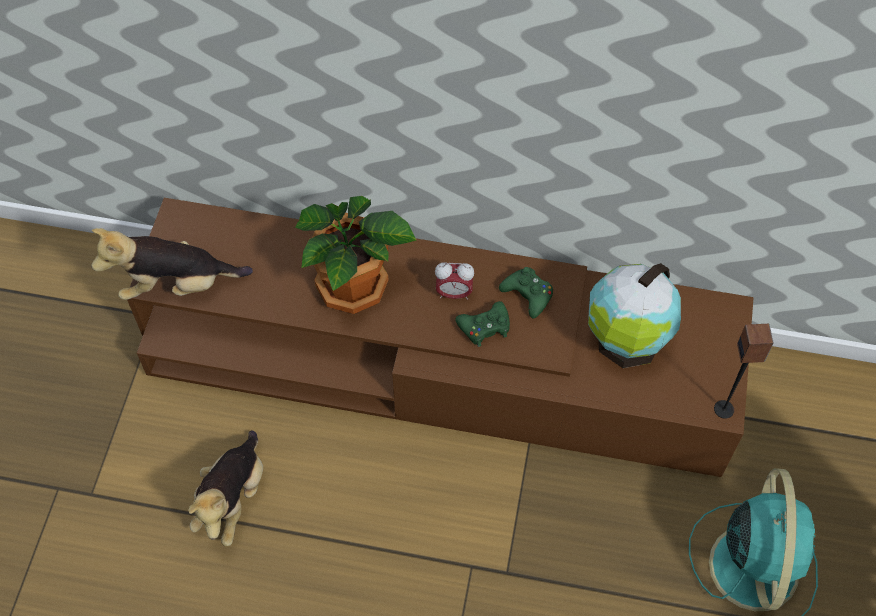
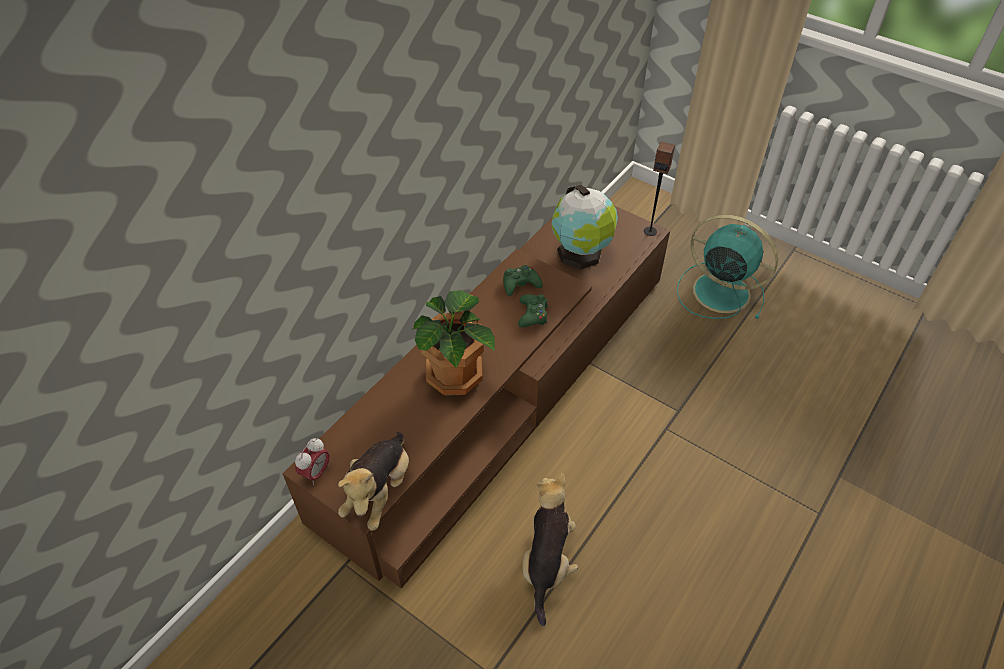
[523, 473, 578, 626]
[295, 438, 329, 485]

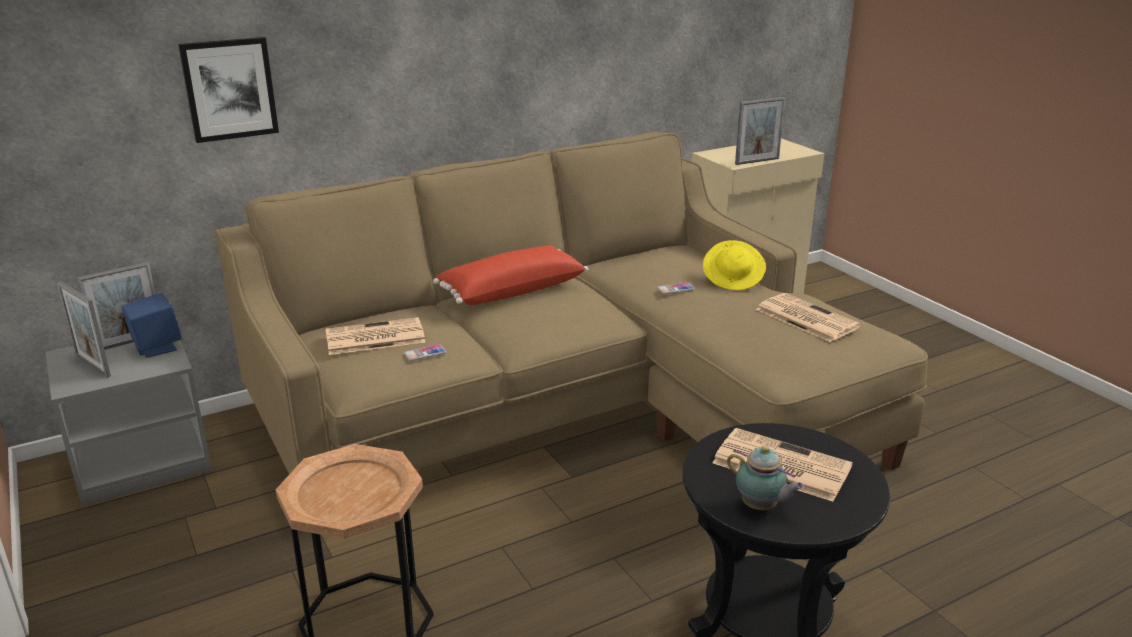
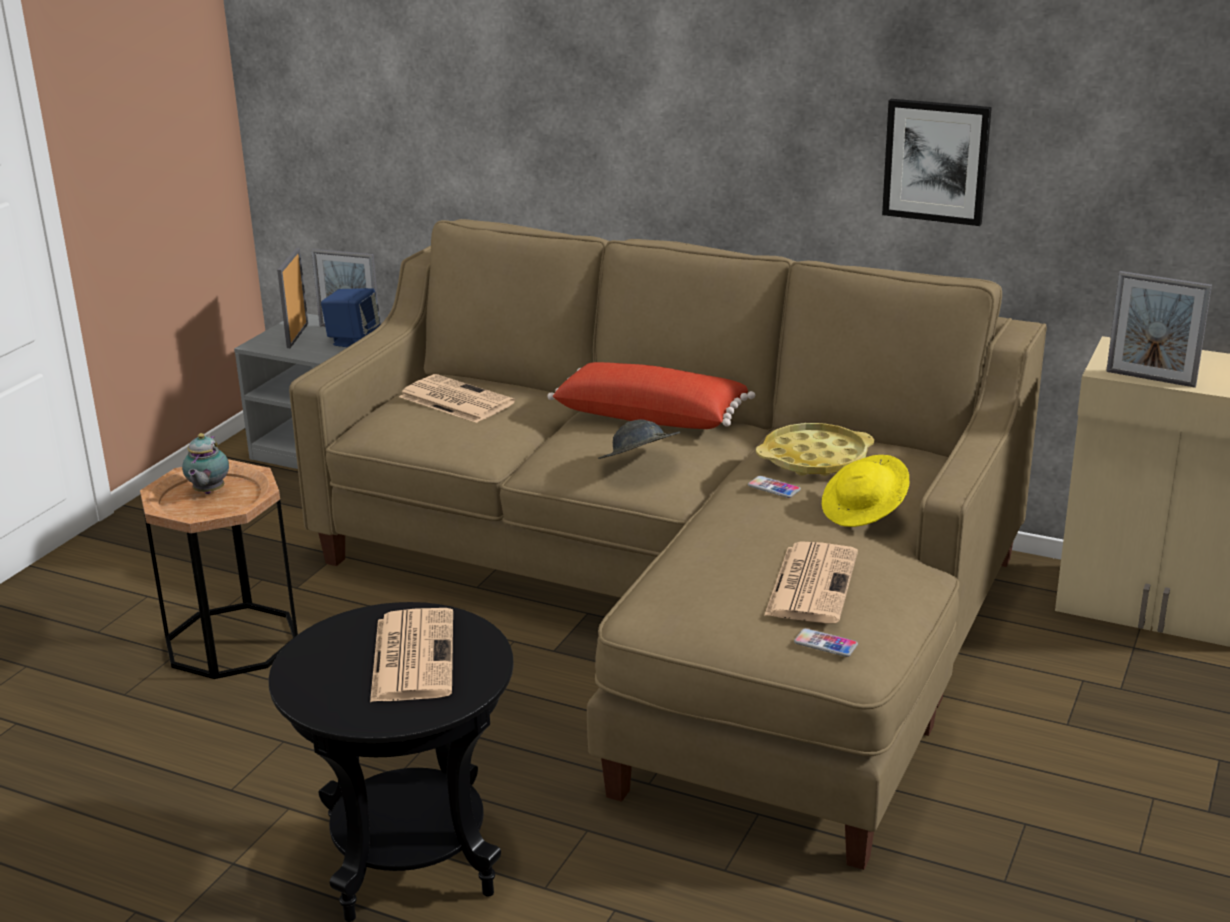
[882, 99, 992, 226]
[794, 628, 858, 657]
[182, 433, 229, 494]
[598, 419, 680, 459]
[756, 423, 874, 476]

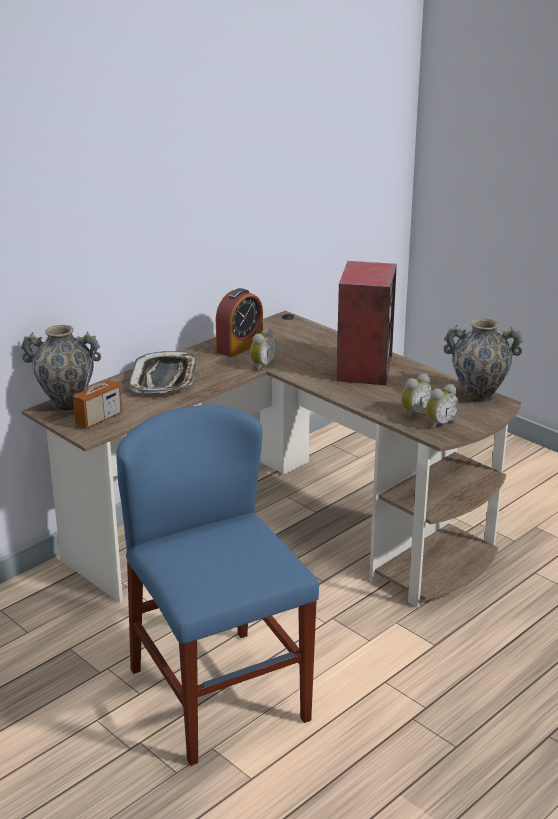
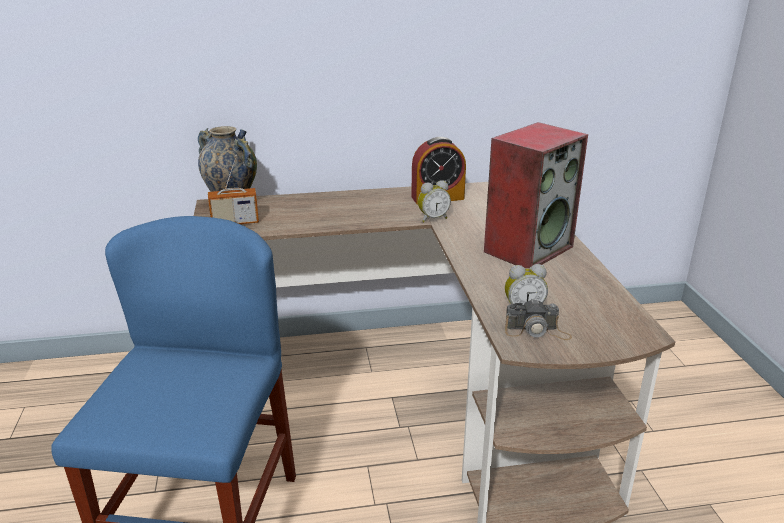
[129, 351, 197, 393] (first image)
[505, 299, 572, 340]
[444, 318, 523, 403] (first image)

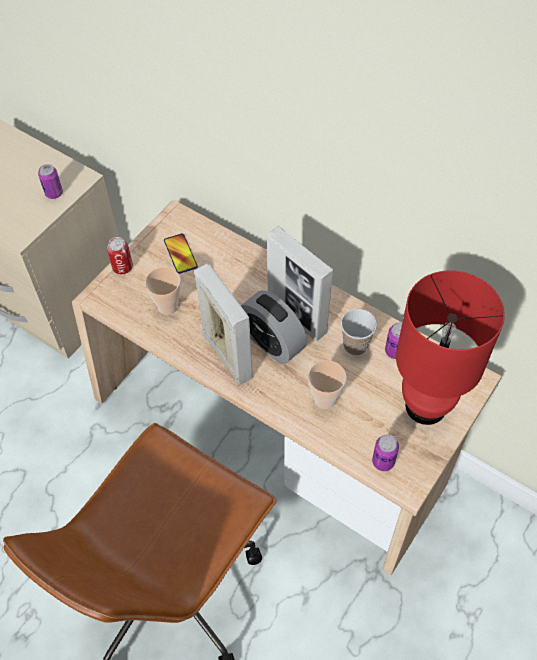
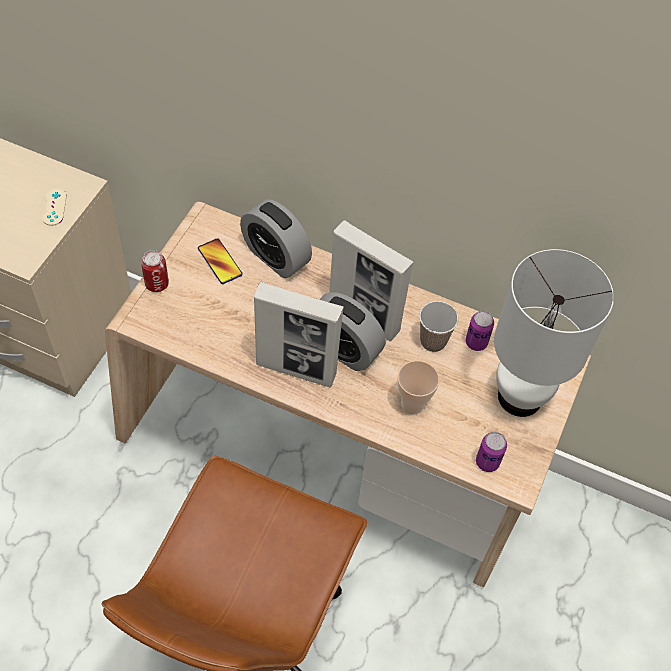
[42, 188, 67, 226]
[145, 267, 181, 315] (first image)
[254, 282, 344, 387]
[494, 249, 614, 417]
[240, 199, 312, 278]

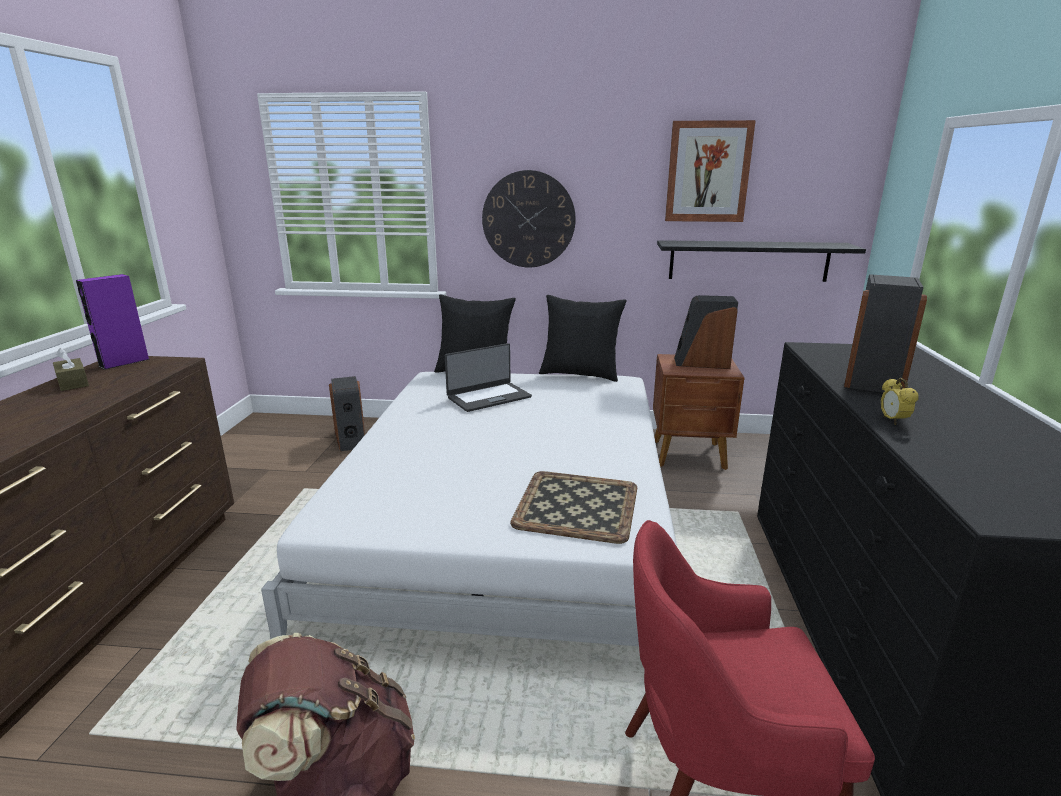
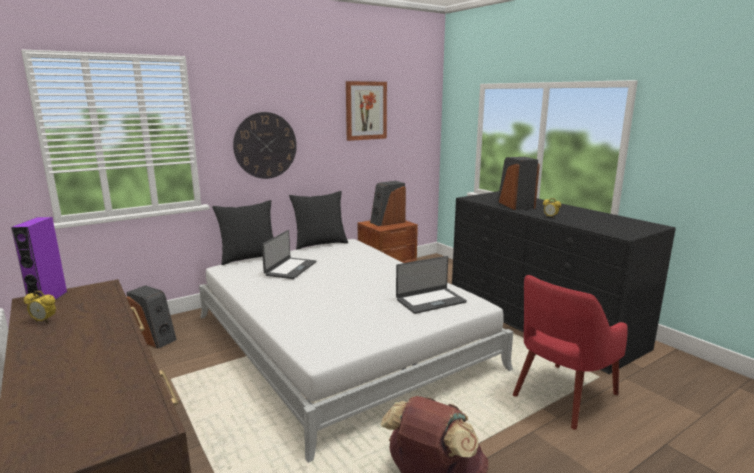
[24, 291, 56, 323]
[396, 256, 467, 314]
[657, 240, 866, 282] (first image)

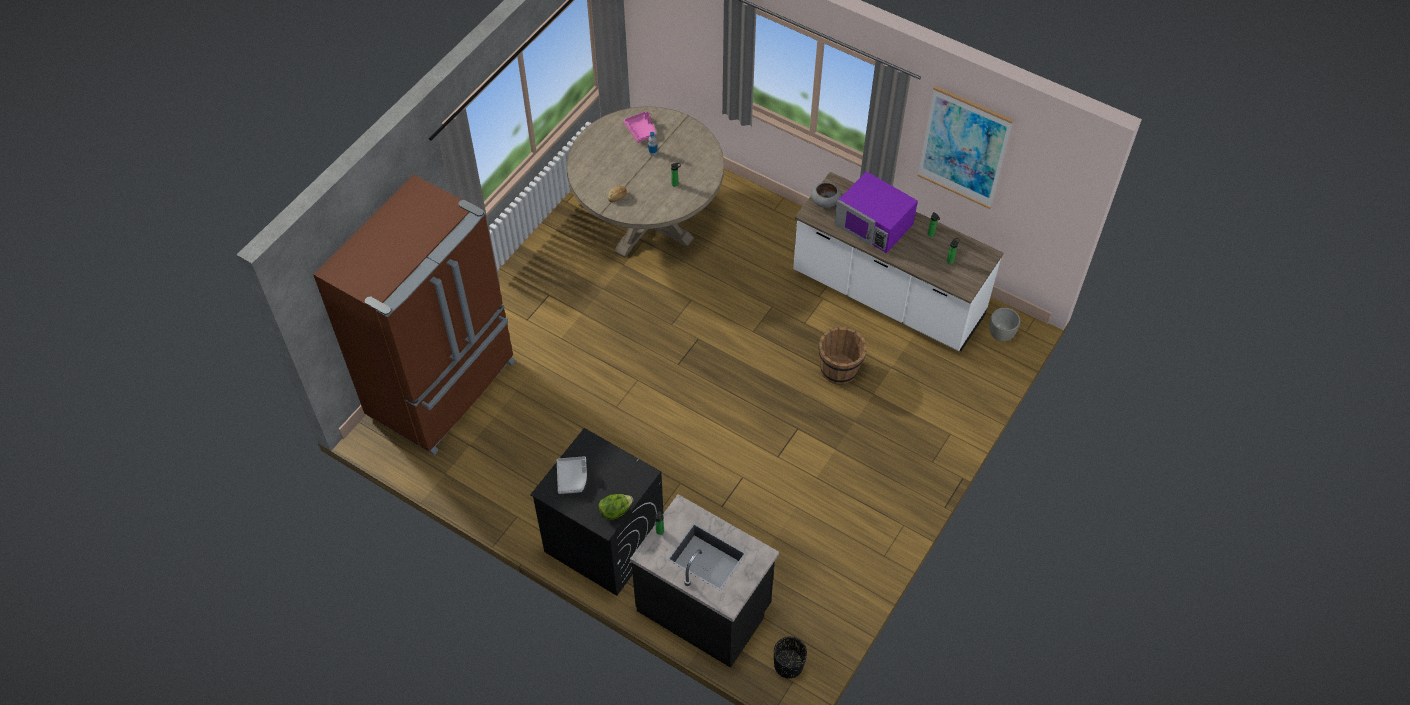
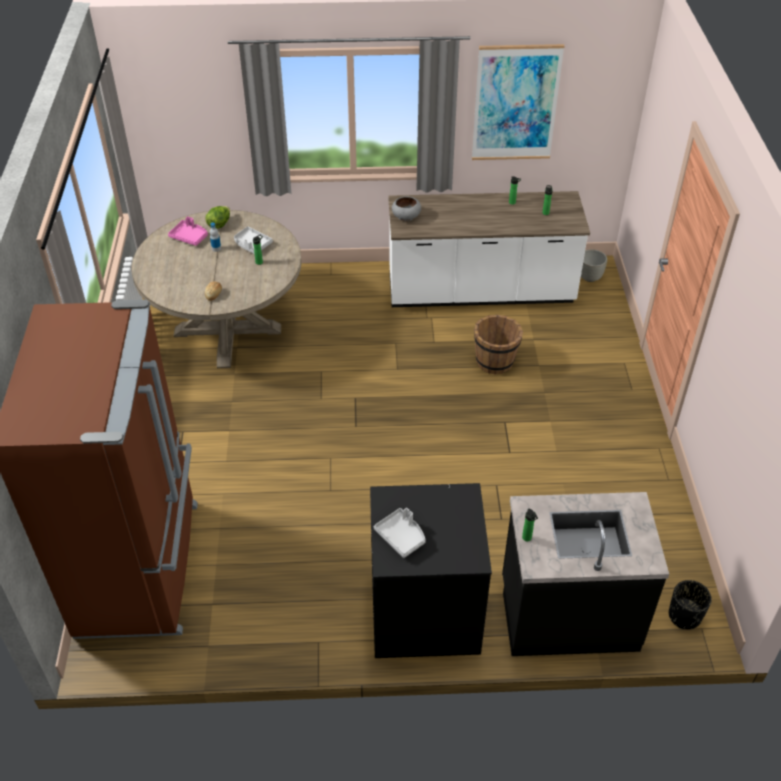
[206, 206, 230, 229]
[834, 171, 918, 253] (first image)
[234, 227, 273, 254]

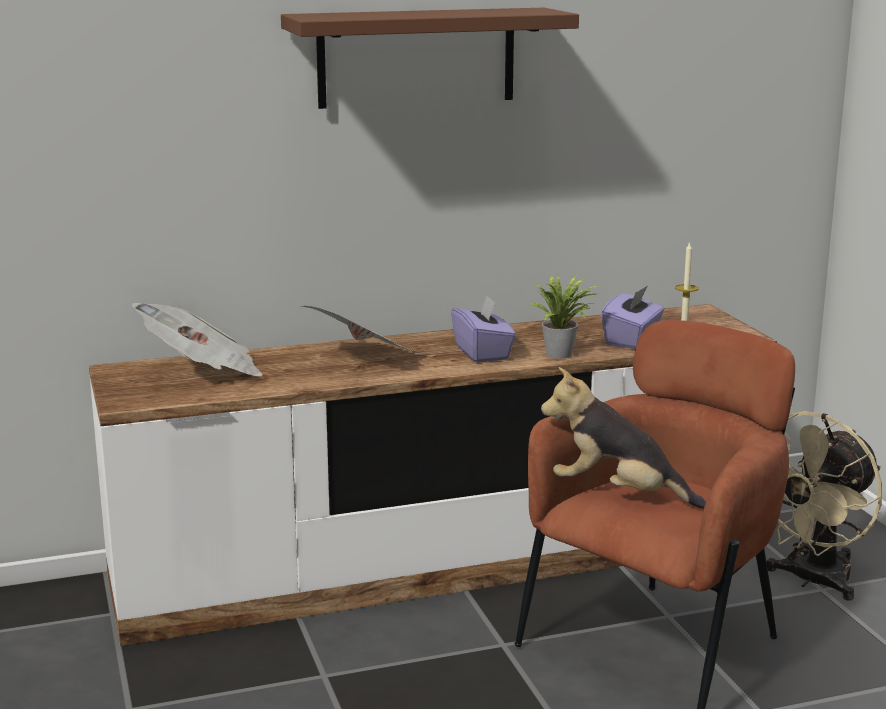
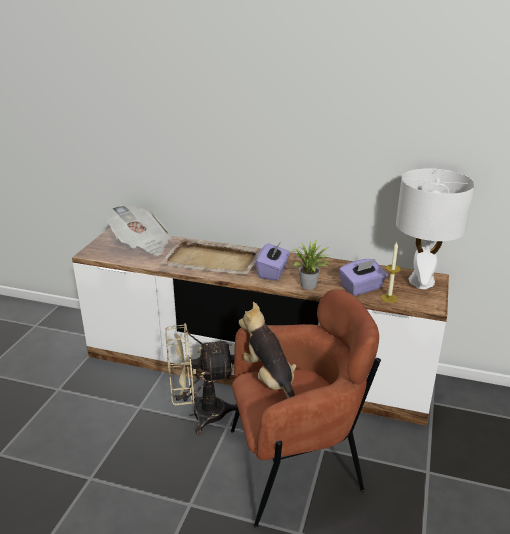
[281, 8, 579, 109] (first image)
[159, 238, 261, 275]
[165, 323, 237, 435]
[396, 169, 475, 289]

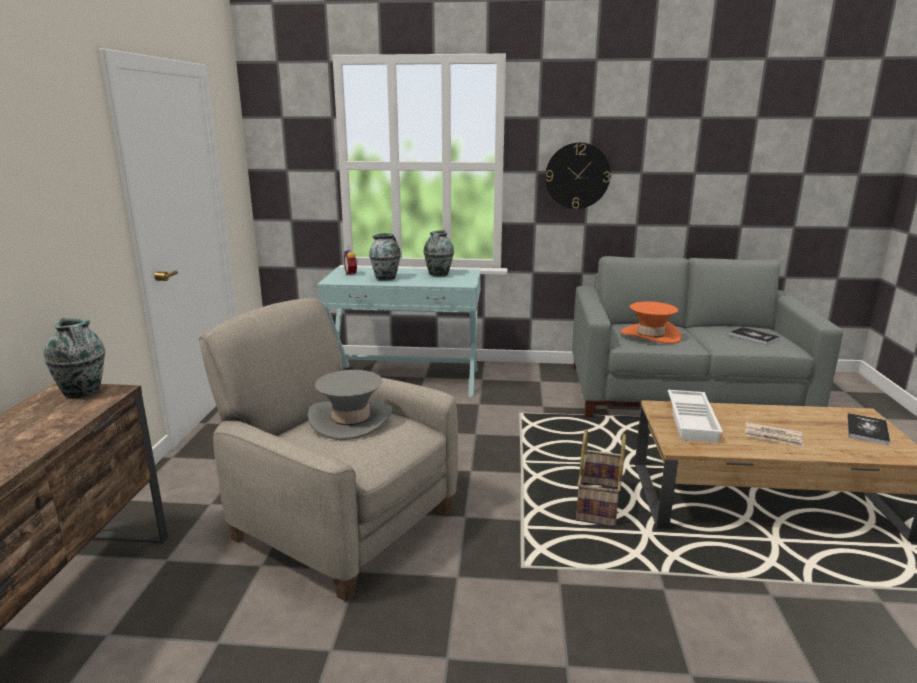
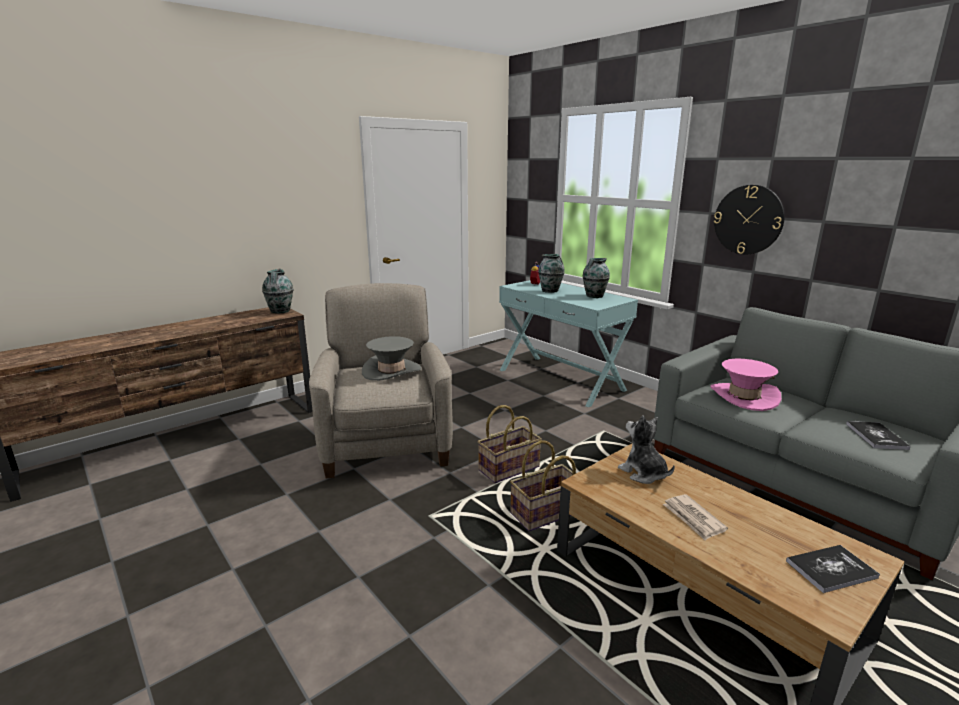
[710, 359, 781, 411]
[618, 415, 675, 484]
[478, 405, 542, 483]

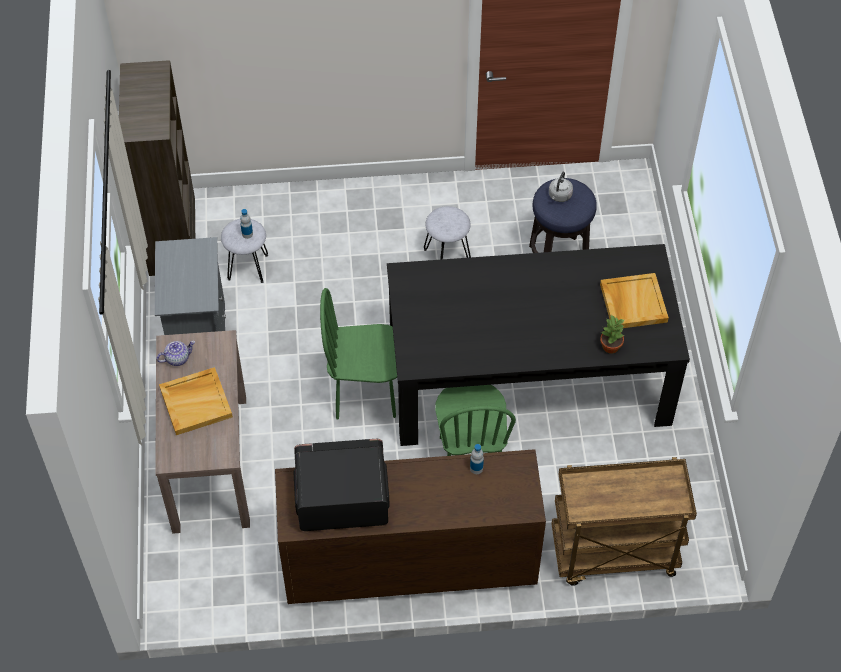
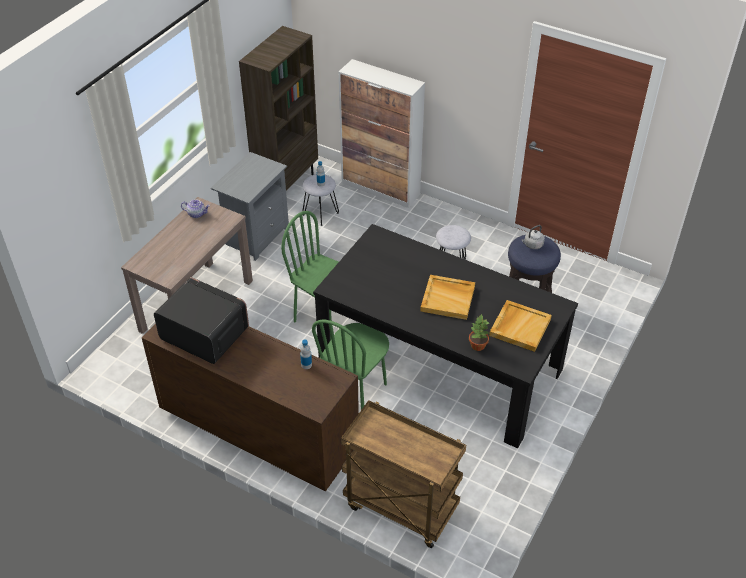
[420, 275, 475, 320]
[339, 59, 425, 208]

